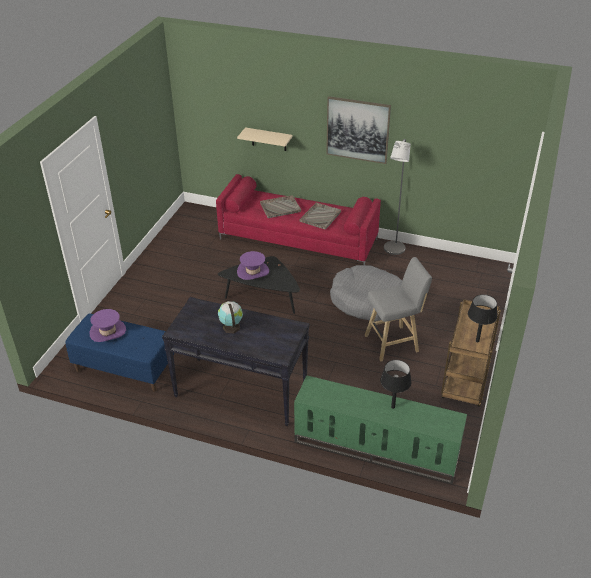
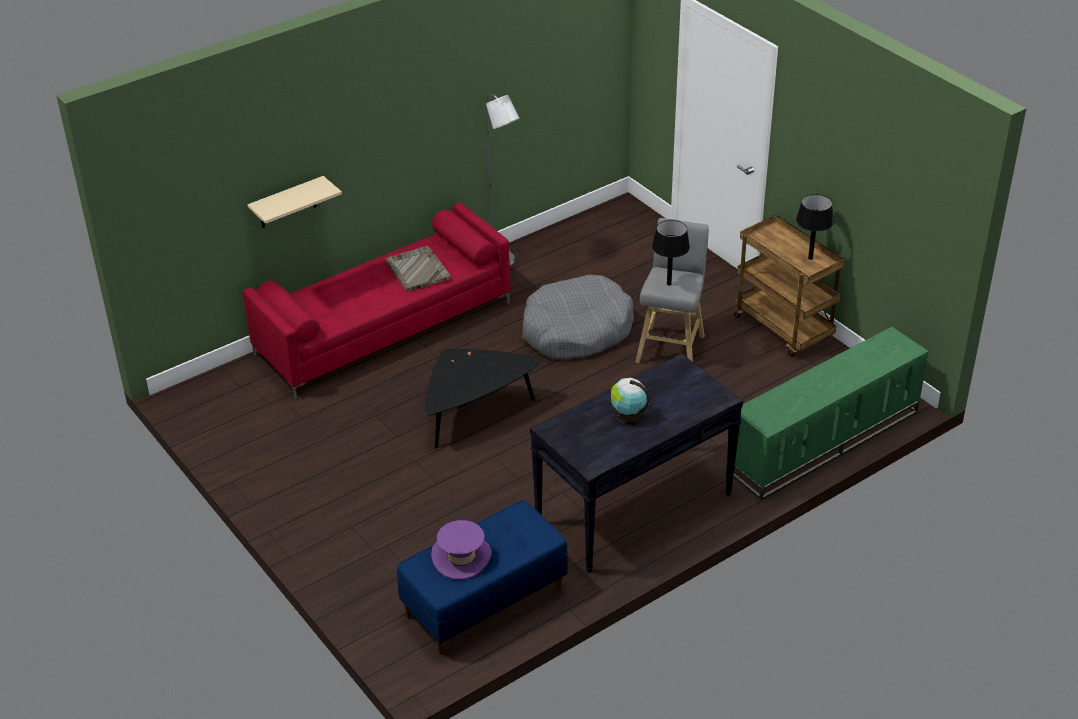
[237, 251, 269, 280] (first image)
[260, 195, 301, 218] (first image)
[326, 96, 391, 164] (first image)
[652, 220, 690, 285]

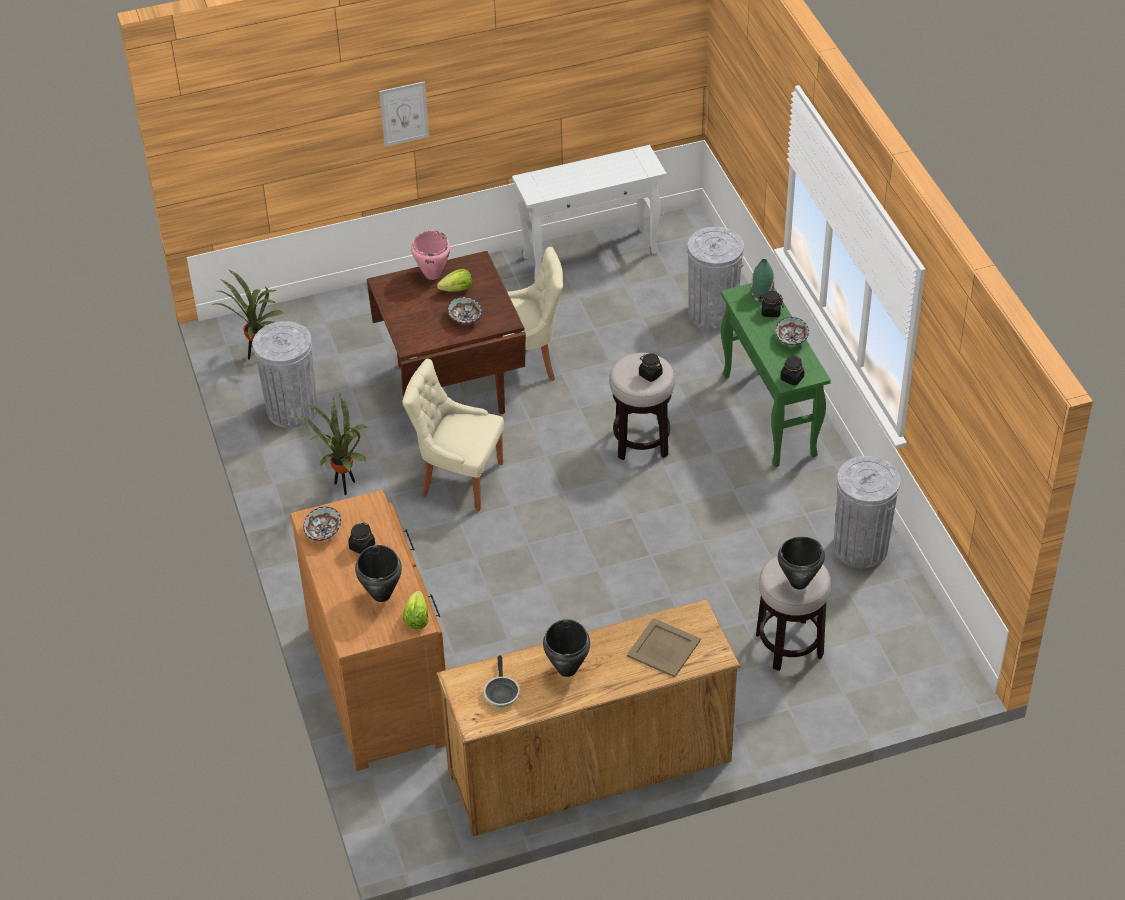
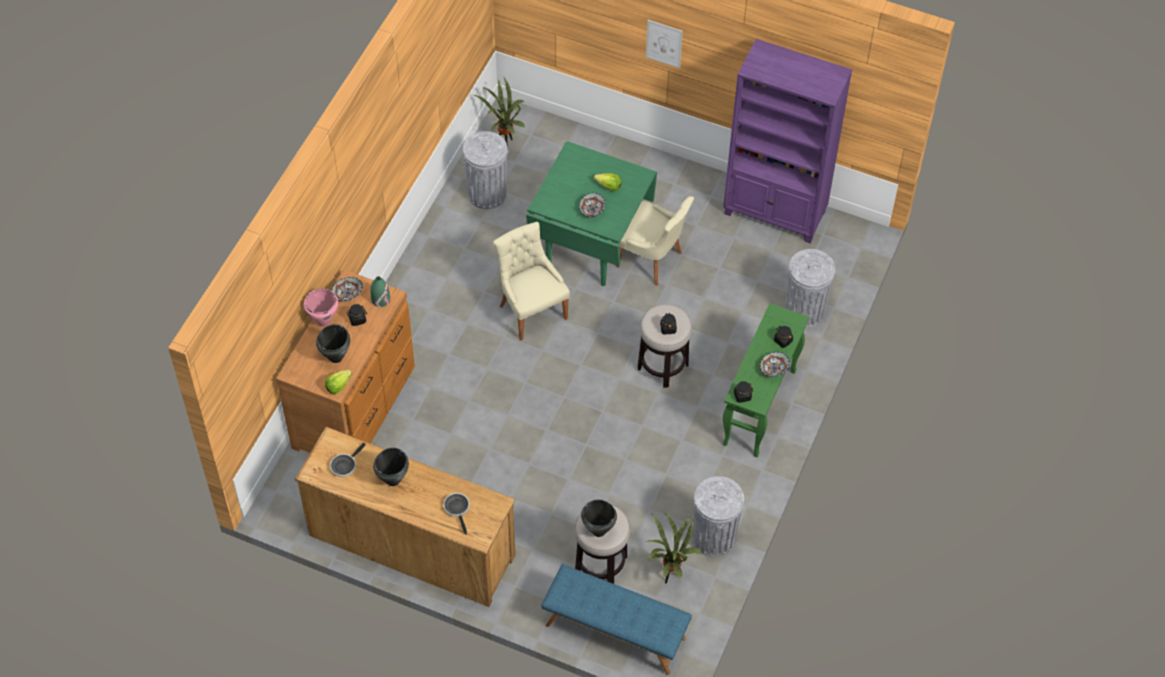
[646, 513, 703, 583]
[526, 141, 657, 286]
[304, 289, 338, 326]
[723, 39, 852, 243]
[443, 493, 470, 535]
[370, 276, 390, 307]
[541, 564, 692, 675]

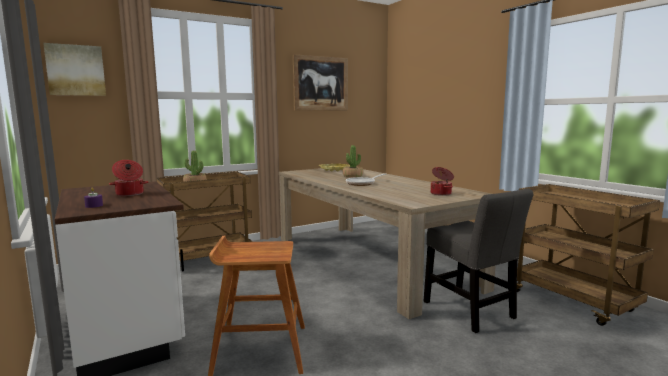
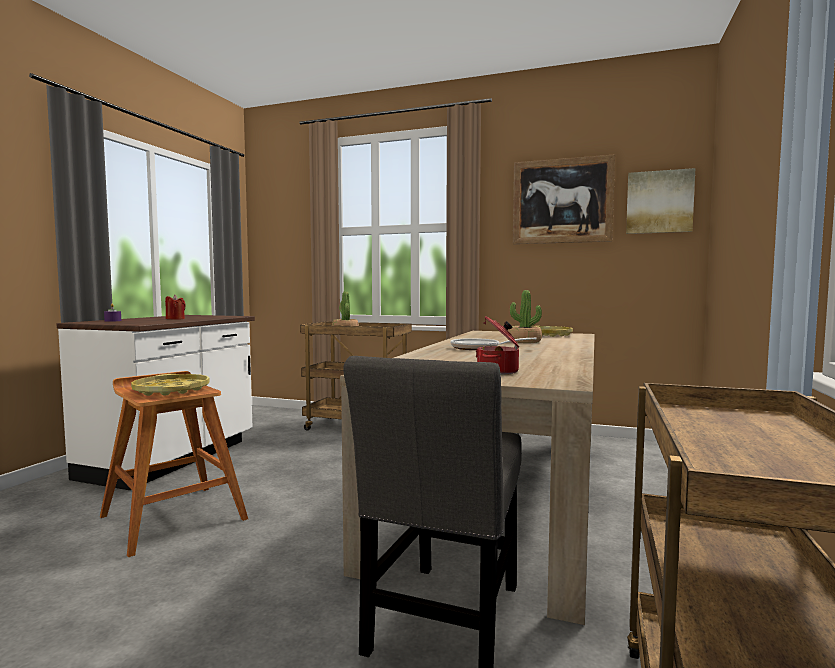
[626, 168, 695, 234]
[165, 294, 186, 320]
[131, 374, 210, 396]

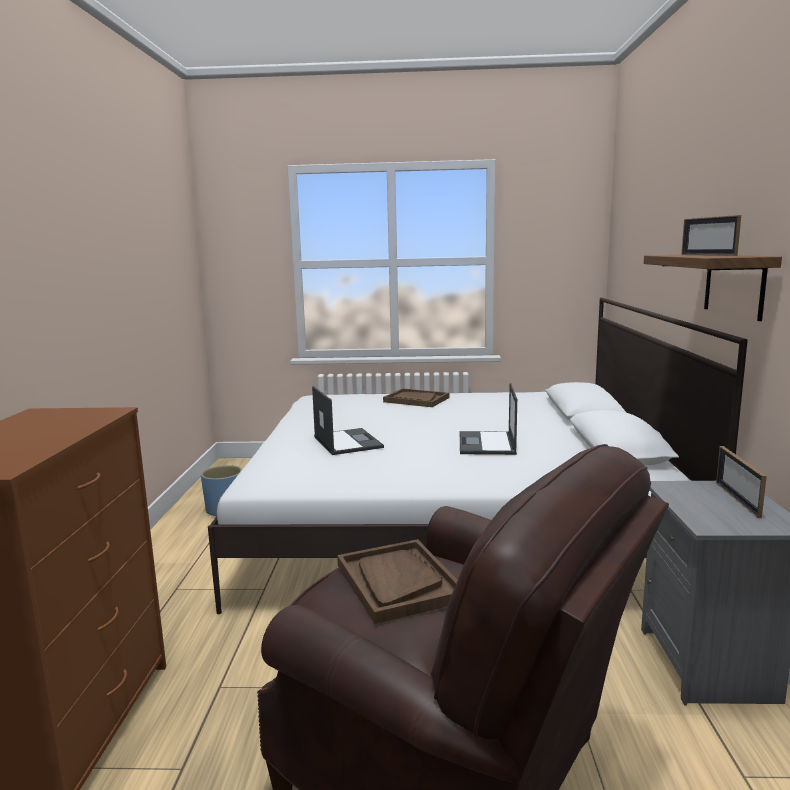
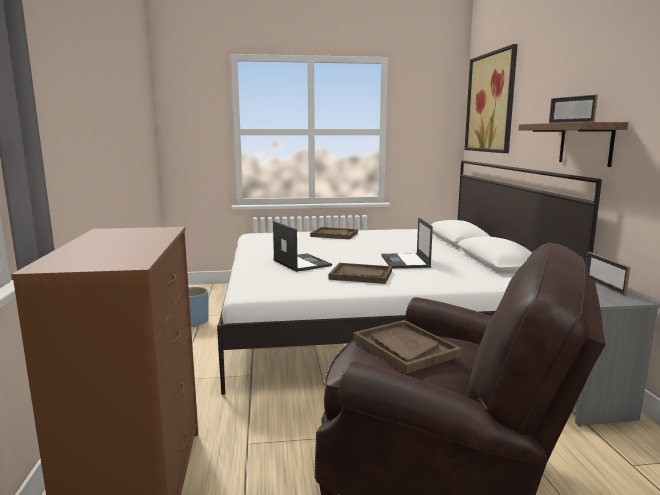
[328, 263, 392, 284]
[464, 44, 518, 153]

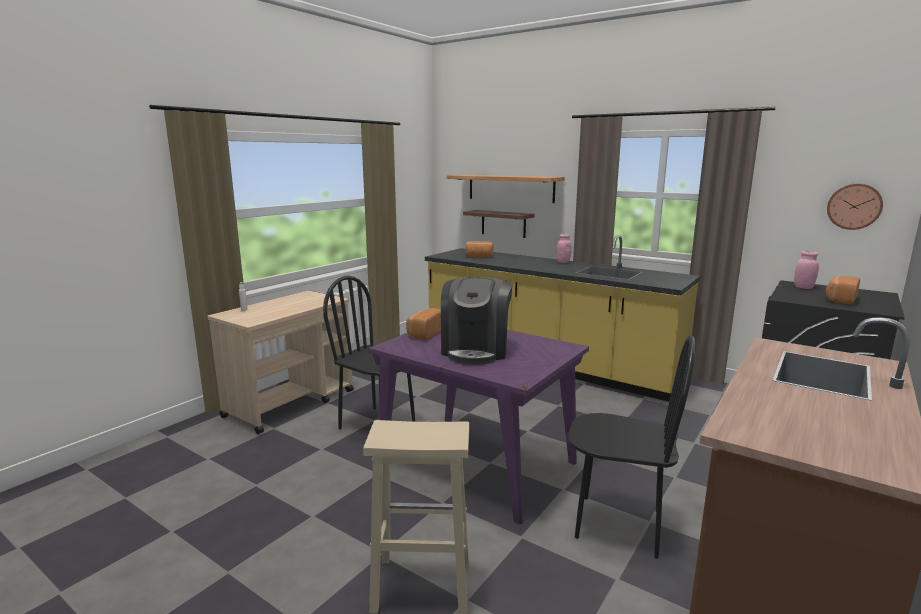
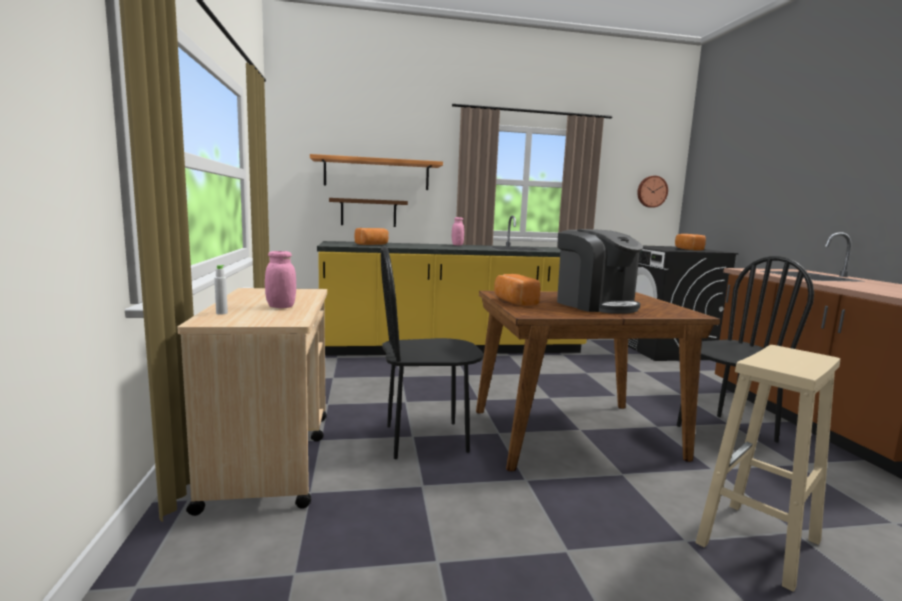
[476, 291, 720, 471]
[265, 251, 296, 308]

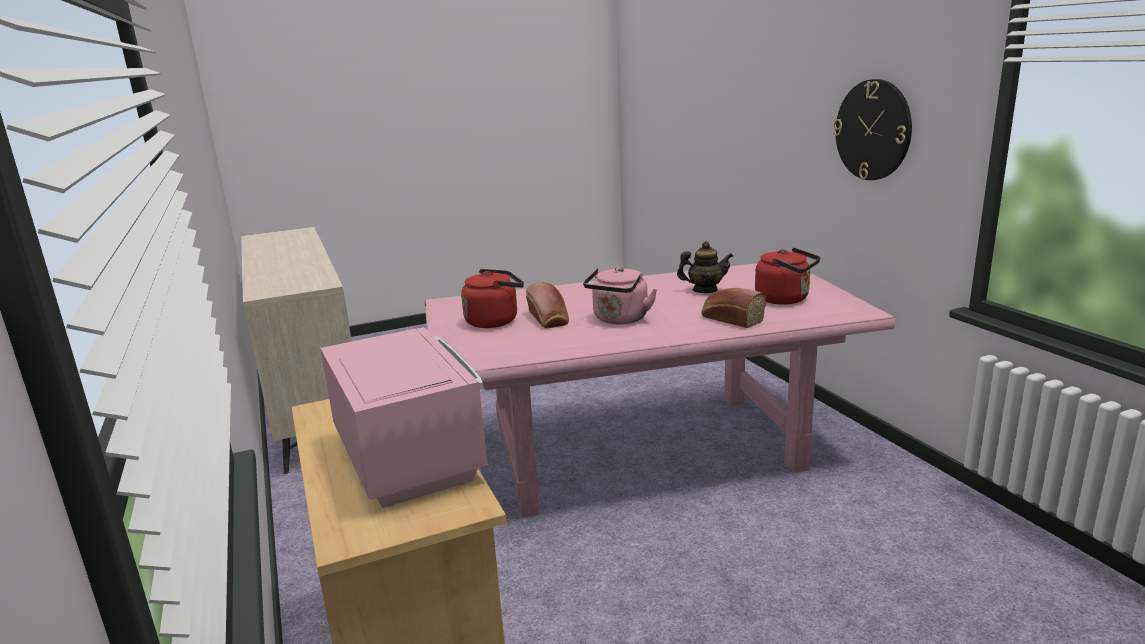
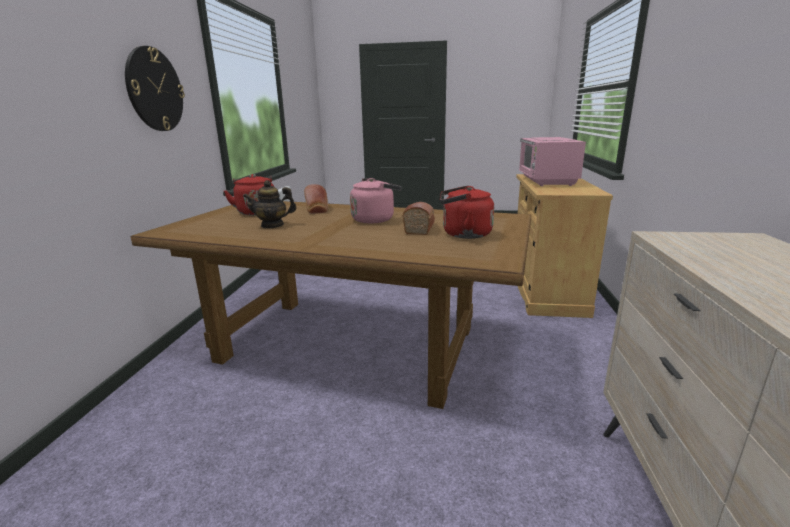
[131, 201, 531, 409]
[243, 180, 297, 228]

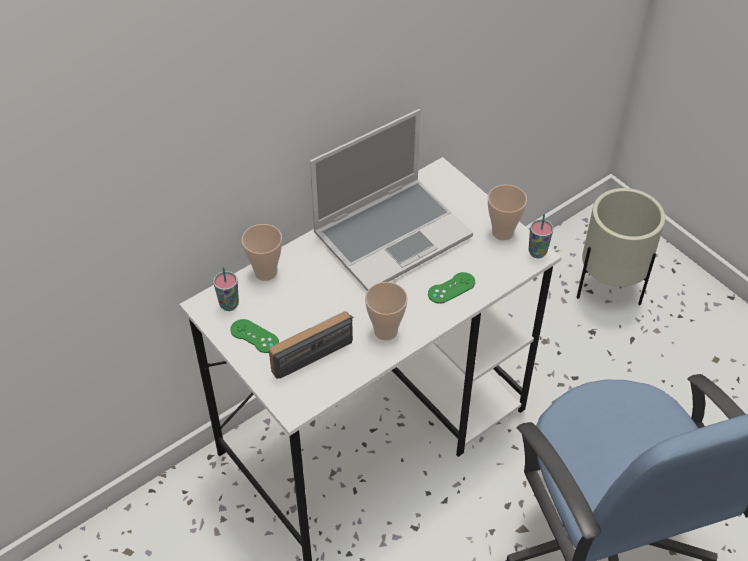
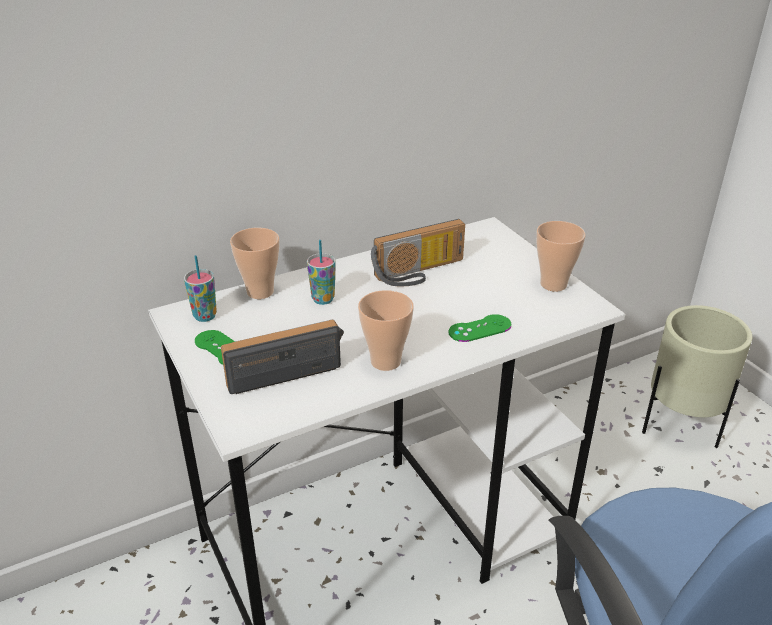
[371, 219, 465, 286]
[307, 240, 336, 305]

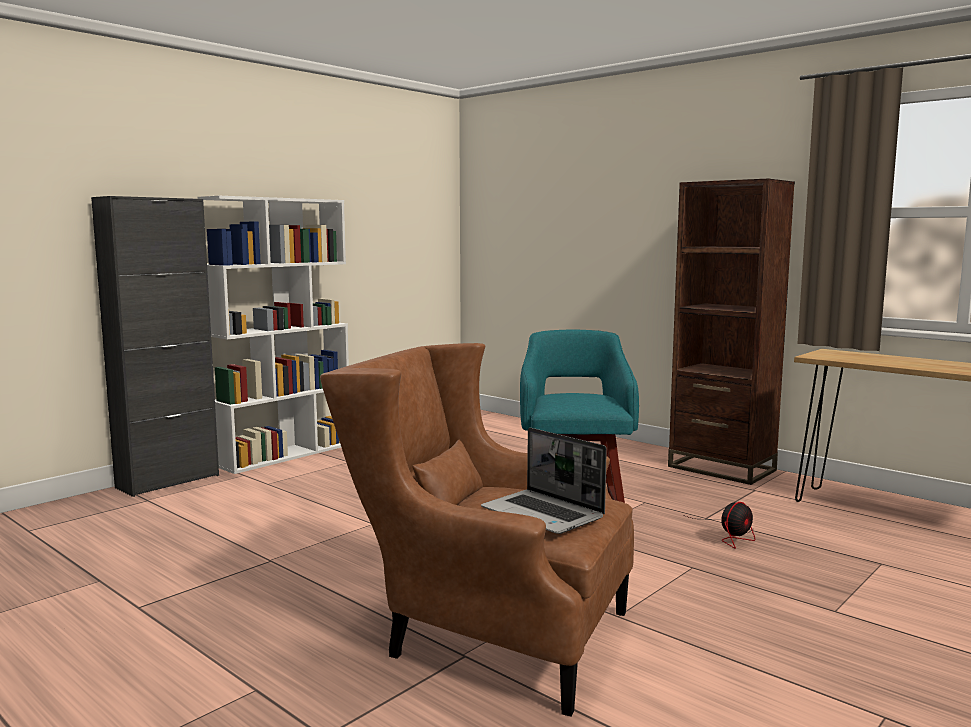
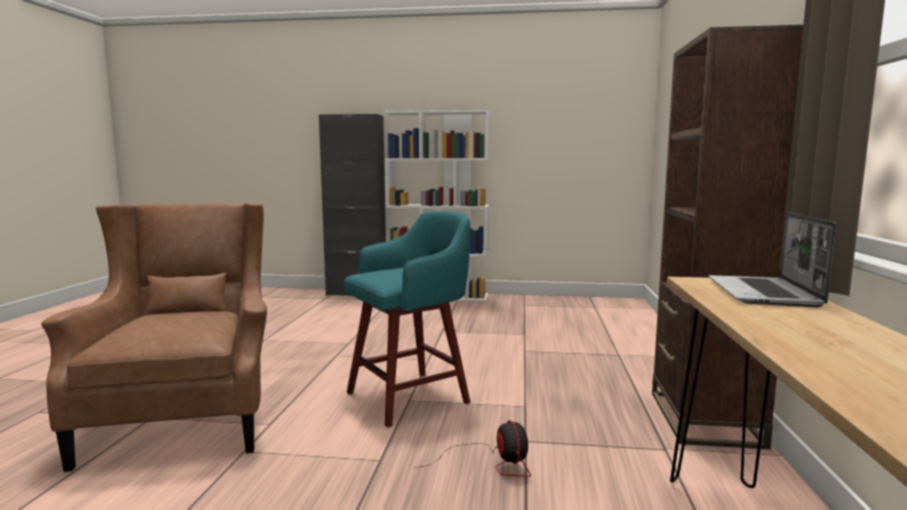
[708, 212, 836, 307]
[414, 420, 531, 477]

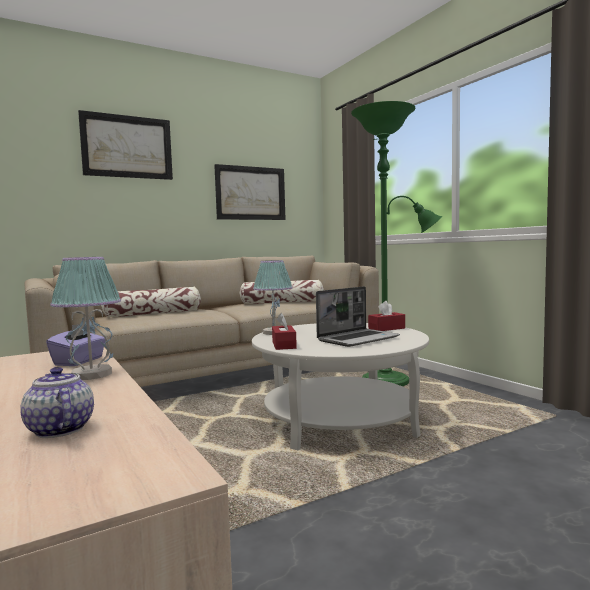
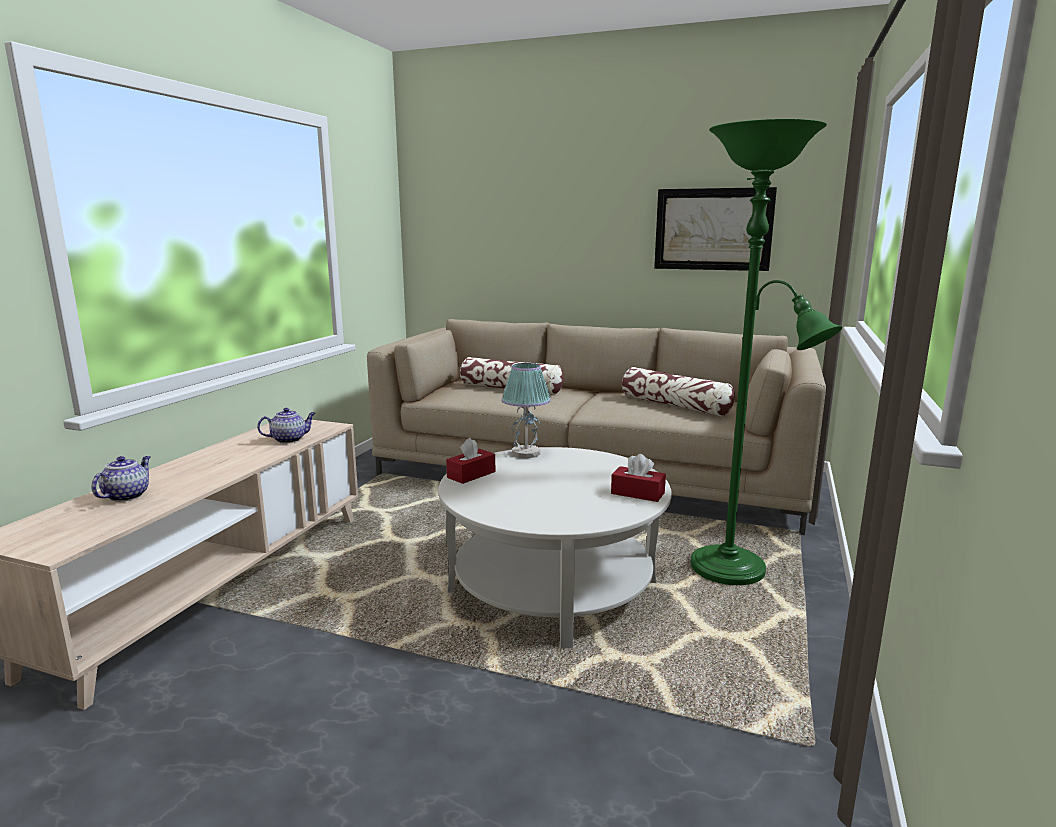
[257, 408, 316, 443]
[50, 257, 121, 380] (first image)
[78, 110, 173, 180] (first image)
[316, 286, 400, 347] (first image)

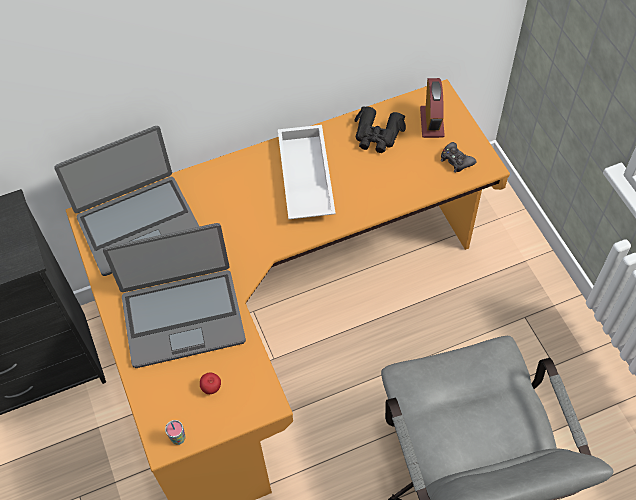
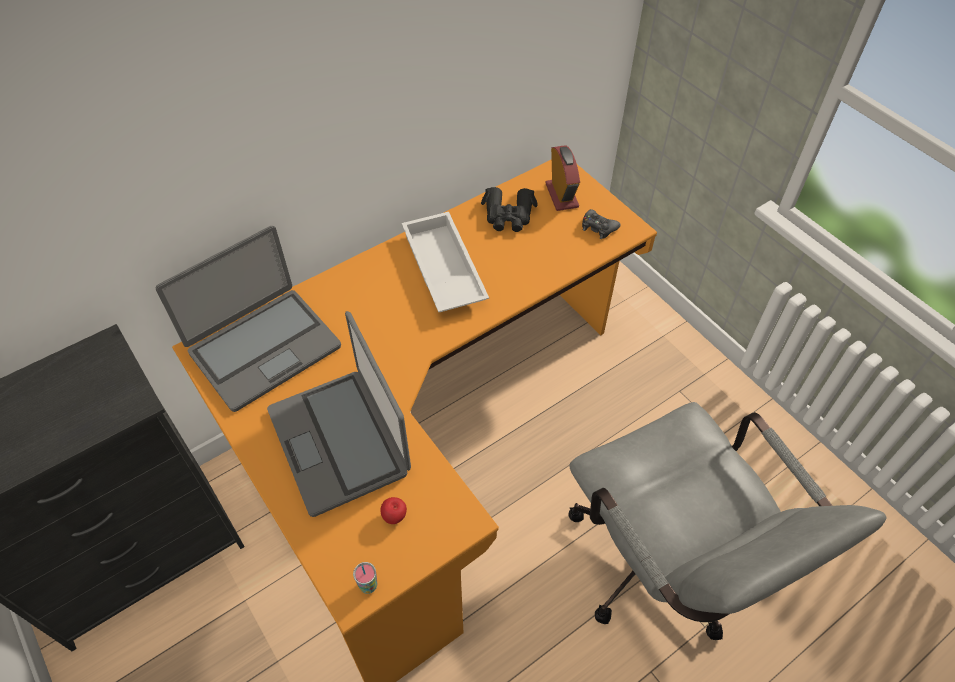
[267, 311, 411, 517]

